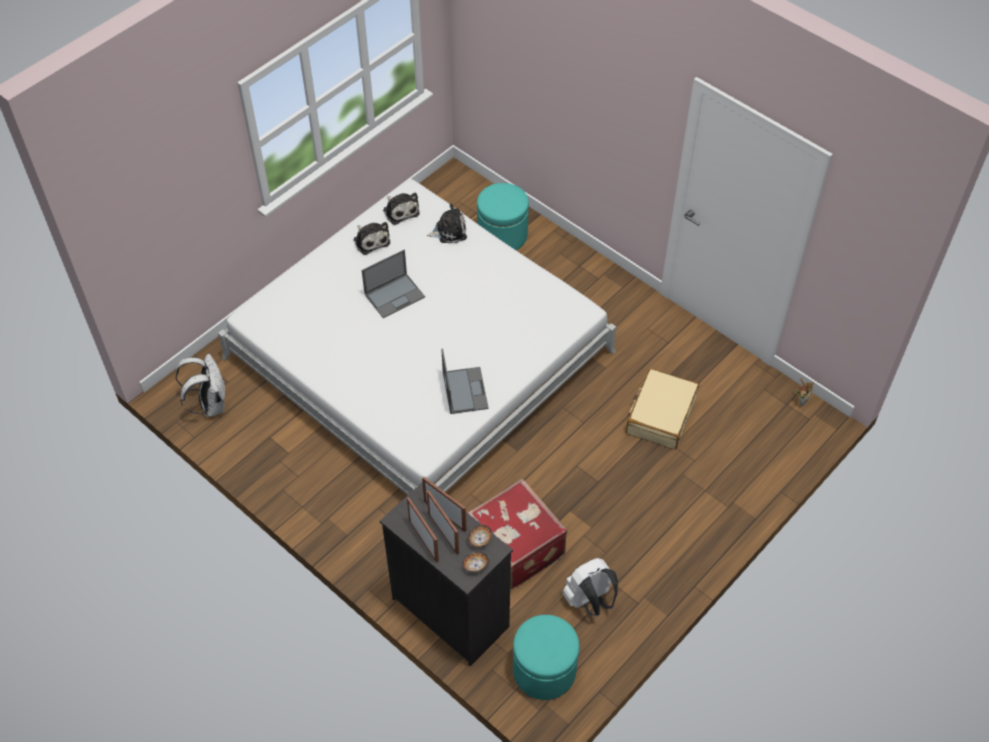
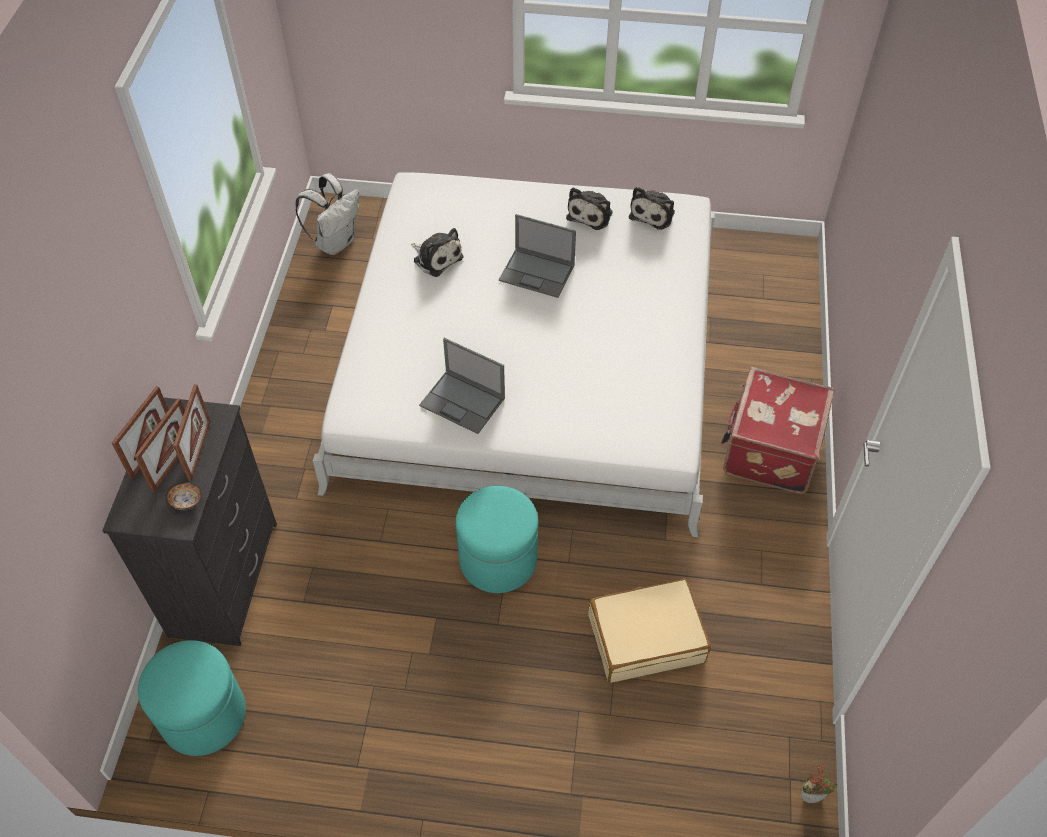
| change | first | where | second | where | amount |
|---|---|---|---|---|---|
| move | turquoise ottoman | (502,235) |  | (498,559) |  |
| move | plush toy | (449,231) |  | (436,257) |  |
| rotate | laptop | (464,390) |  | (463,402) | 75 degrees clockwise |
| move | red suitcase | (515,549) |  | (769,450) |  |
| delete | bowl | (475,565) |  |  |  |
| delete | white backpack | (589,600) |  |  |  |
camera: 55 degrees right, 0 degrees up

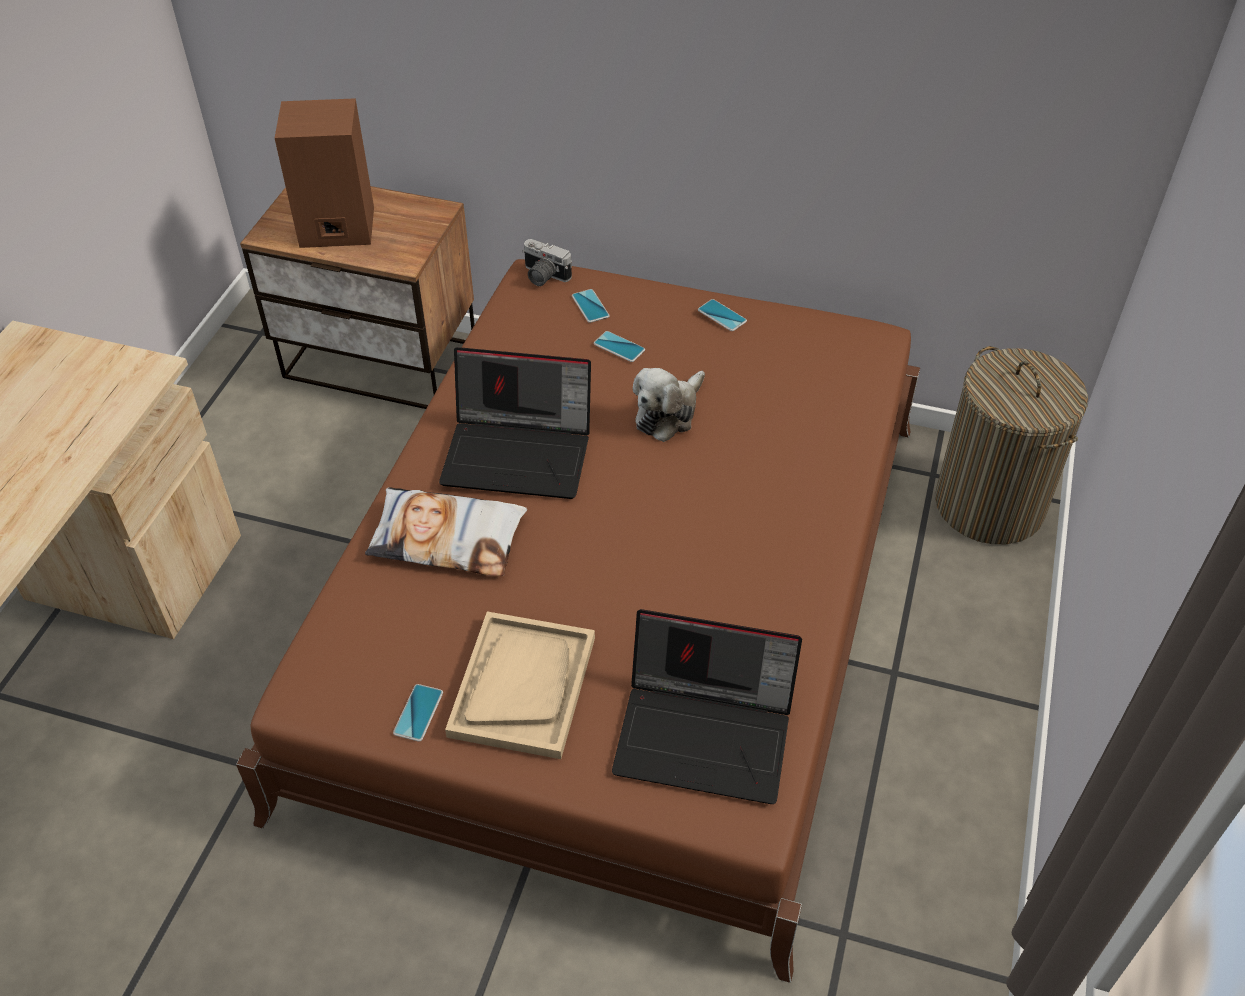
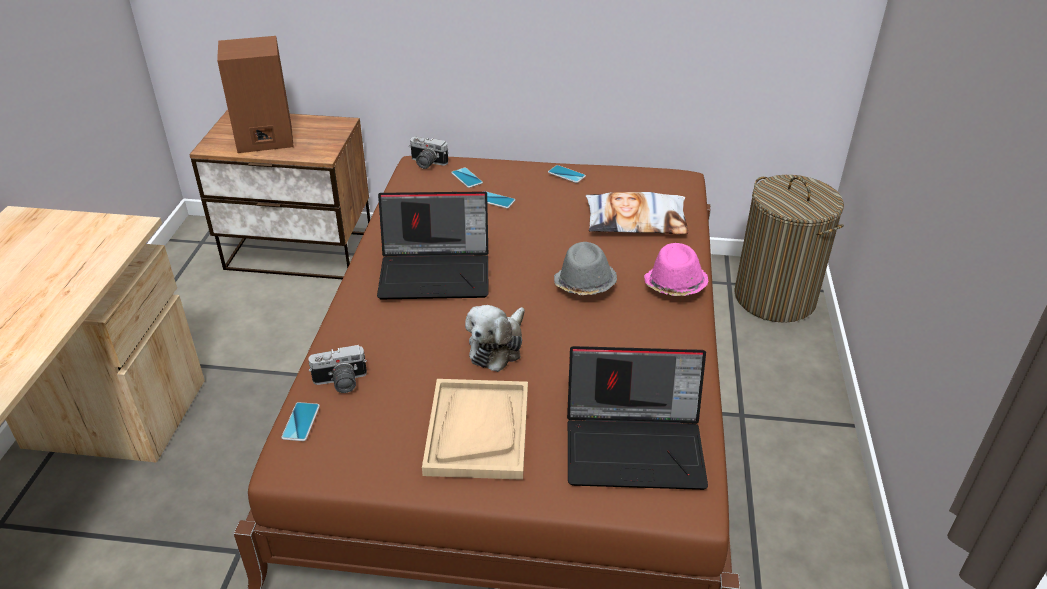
| change | first | where | second | where | amount |
|---|---|---|---|---|---|
| move | plush toy | (668,413) |  | (497,347) |  |
| move | pillow | (447,538) |  | (636,221) |  |
| move | phone | (418,713) |  | (301,422) |  |
| insert |  |  | grey hat | (584,284) |  |
| insert |  |  | pink hat | (674,285) |  |
| insert |  |  | photo camera | (340,383) |  |
camera: 10 degrees left, 10 degrees down

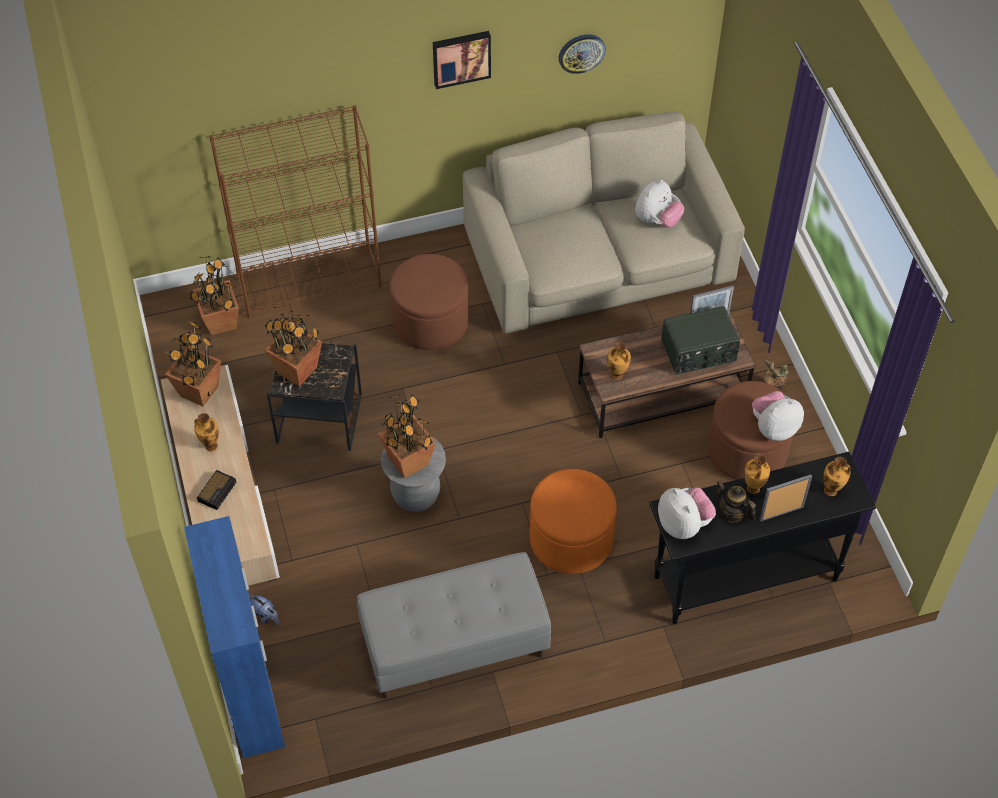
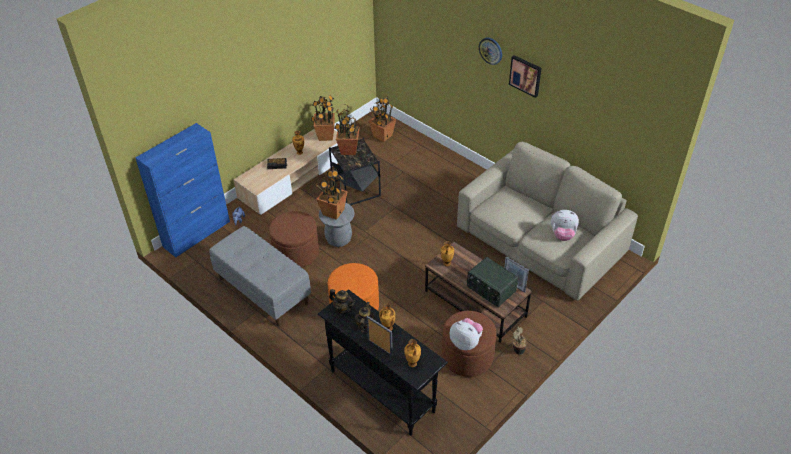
| change | first | where | second | where | amount |
|---|---|---|---|---|---|
| move | wall clock | (581,53) |  | (491,50) |  |
| delete | brown bookcase | (310,282) |  |  |  |
| move | brown ottoman | (430,321) |  | (296,253) |  |
| replace | plush toy | (684,524) | teapot | (343,308) |  |
camera: 60 degrees right, 10 degrees down

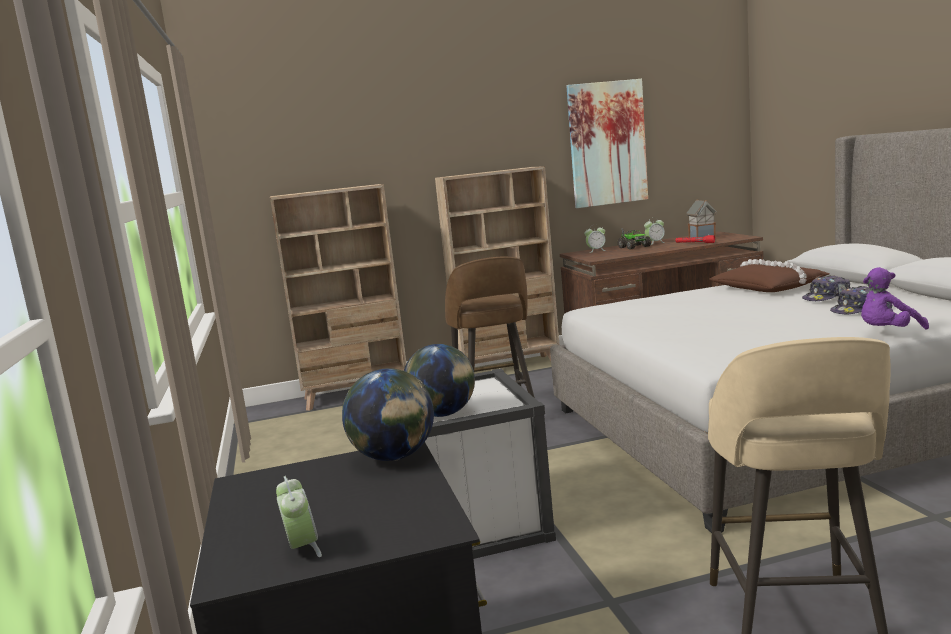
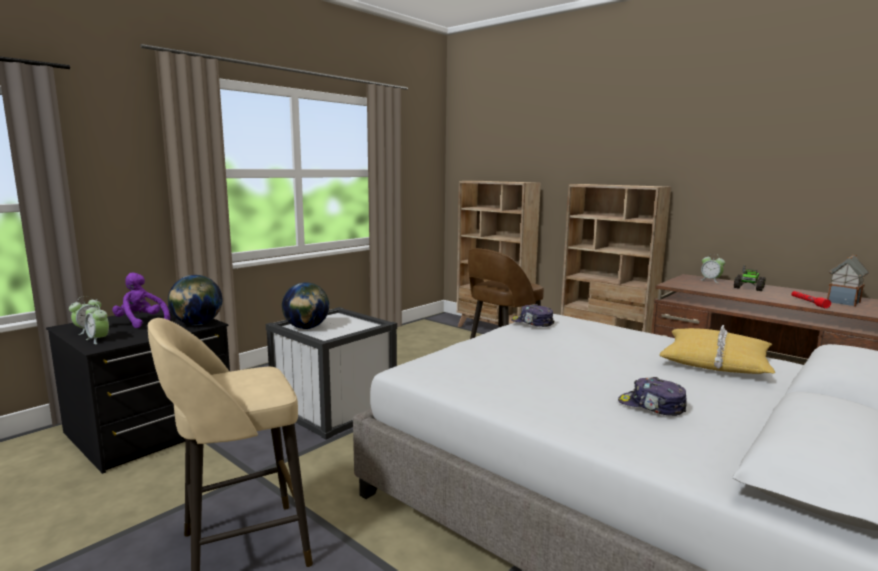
| change | first | where | second | where | amount |
|---|---|---|---|---|---|
| delete | picture | (607,143) |  |  |  |
| move | alarm clock | (655,243) |  | (98,340) |  |
| recolor | brown pillow | (769,287) | yellow pillow | (716,362) |  |
| move | purple plush toy | (887,333) |  | (141,322) |  |
| move | cap | (827,297) |  | (532,323) |  |
camera: 55 degrees right, 0 degrees up

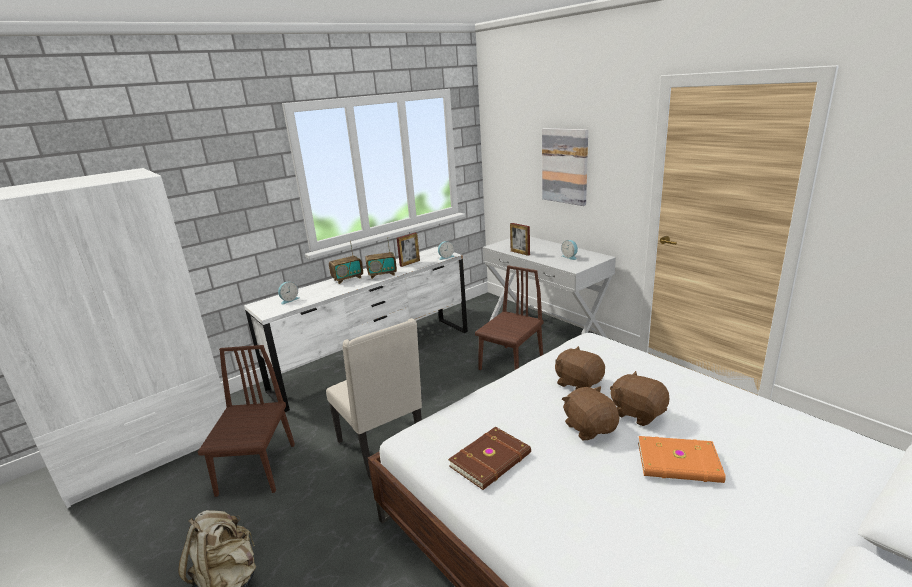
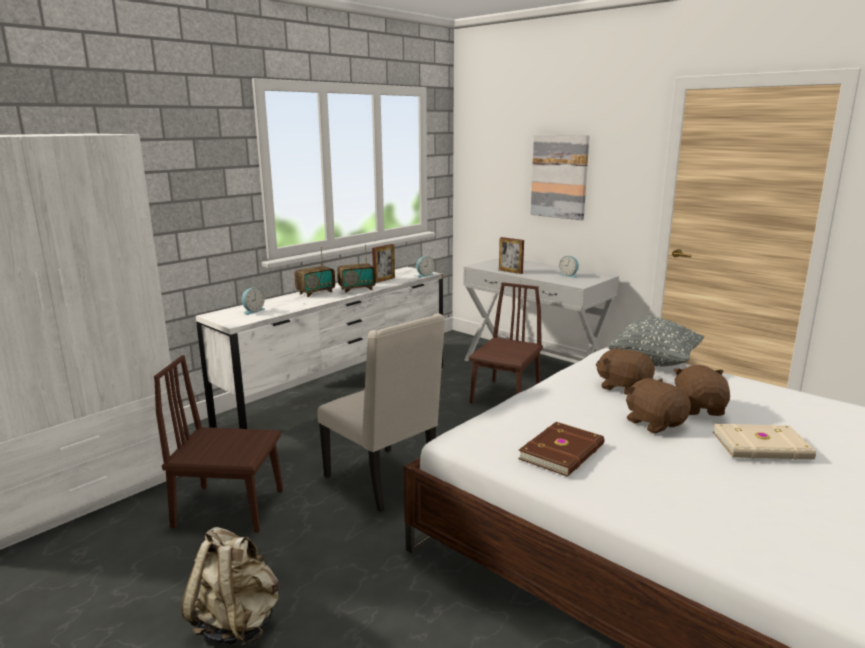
| change | first | where | second | where | amount |
|---|---|---|---|---|---|
| rotate | brown chair | (257,469) |  | (229,508) | 75 degrees counterclockwise |
| rotate | brown plush toy | (637,413) |  | (699,408) | 60 degrees clockwise |
| recolor | orange book | (679,463) | beige book | (762,447) |  |
| insert |  |  | grey pillow | (654,362) |  |
camera: 10 degrees left, 5 degrees down

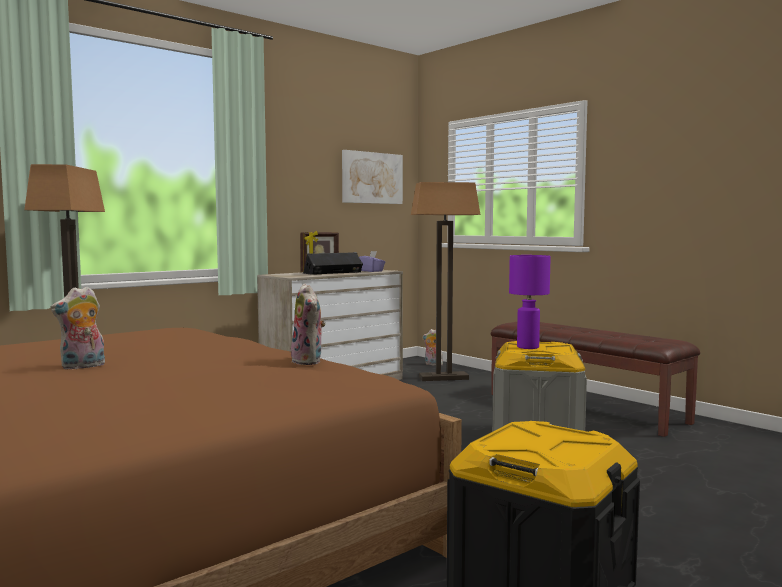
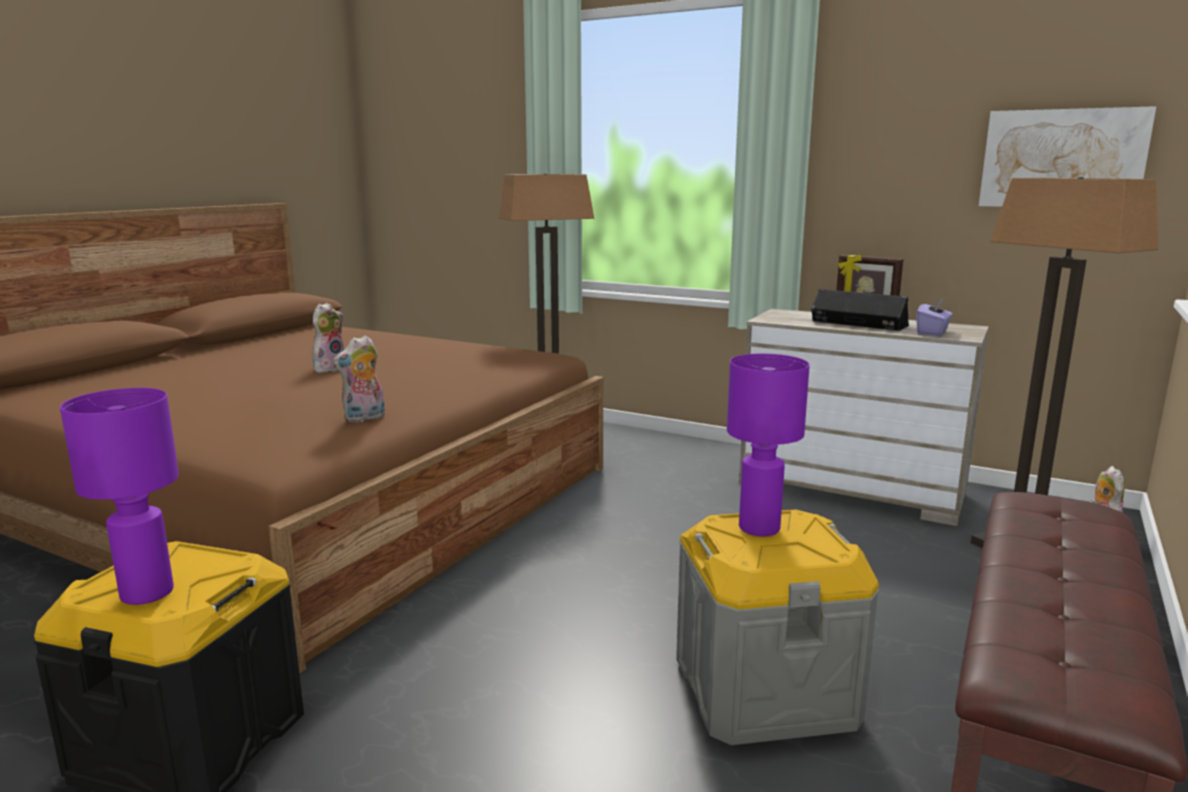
| change | first | where | second | where | amount |
|---|---|---|---|---|---|
| rotate | plush toy | (82,367) |  | (329,368) | 90 degrees clockwise |
| insert |  |  | purple table lamp | (145,594) |  |
camera: 70 degrees right, 10 degrees up

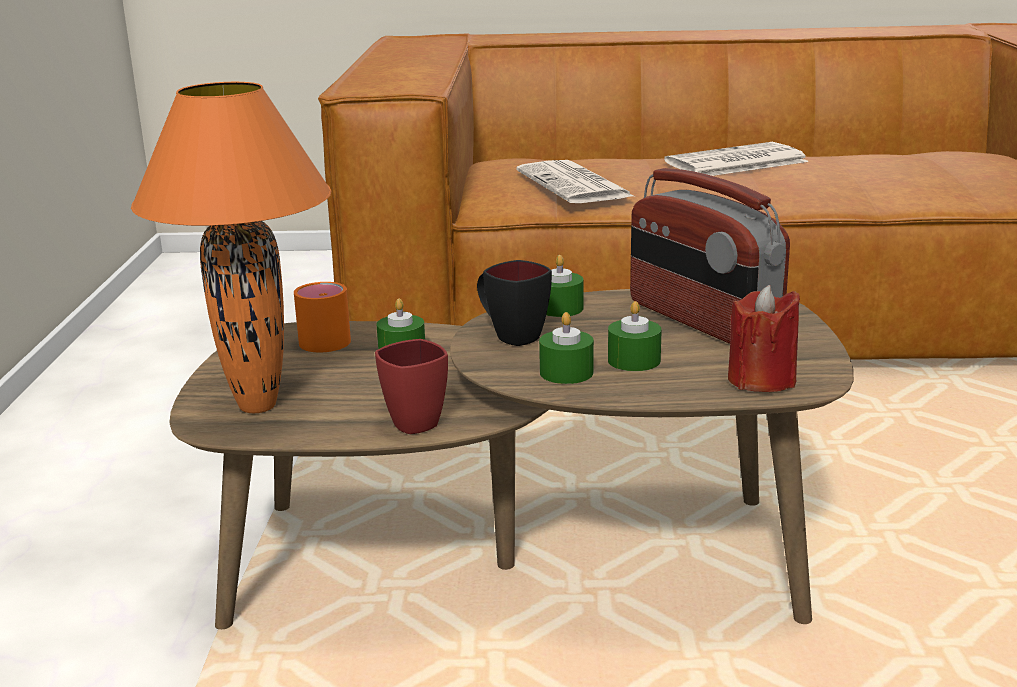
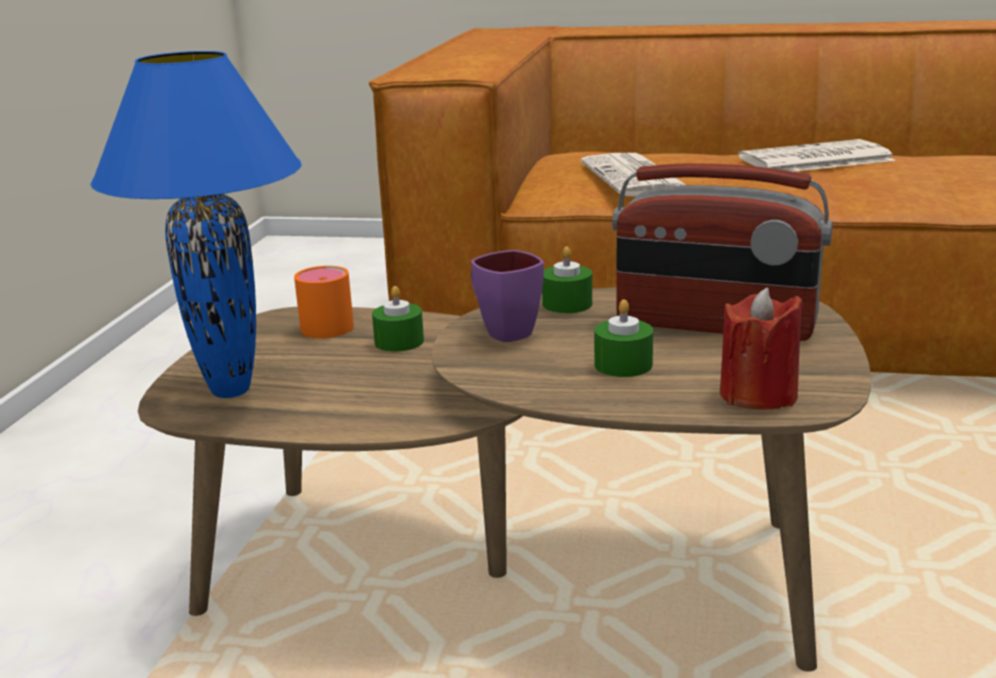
| change | first | where | second | where | amount |
|---|---|---|---|---|---|
| recolor | orange table lamp | (256,405) | blue table lamp | (230,390) |  |
| rotate | radio | (701,321) |  | (714,325) | 45 degrees counterclockwise |
| recolor | black mug | (510,335) | purple mug | (502,331) |  |
| delete | green candle | (566,372) |  |  |  |
| delete | red mug | (409,420) |  |  |  |
camera: 10 degrees right, 0 degrees up

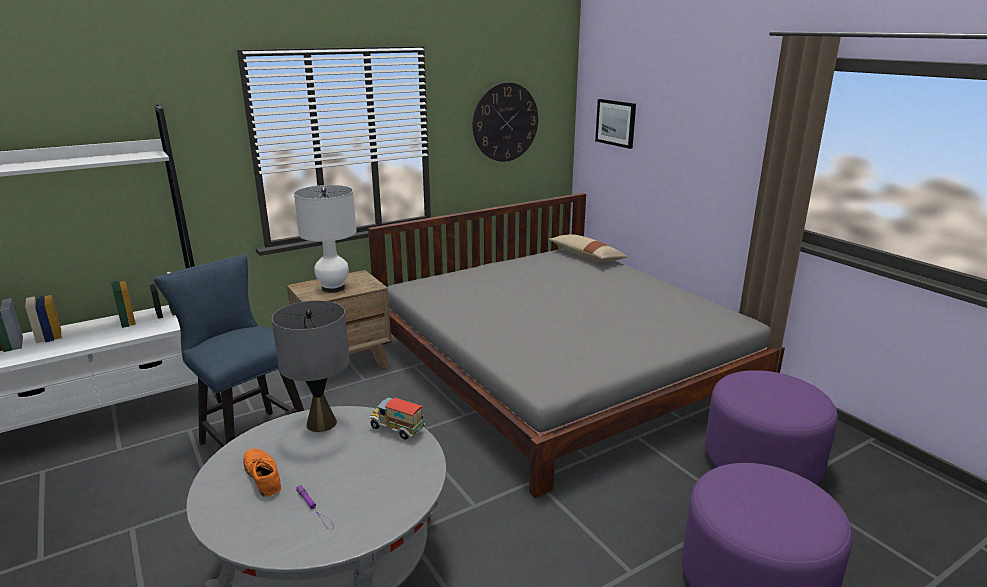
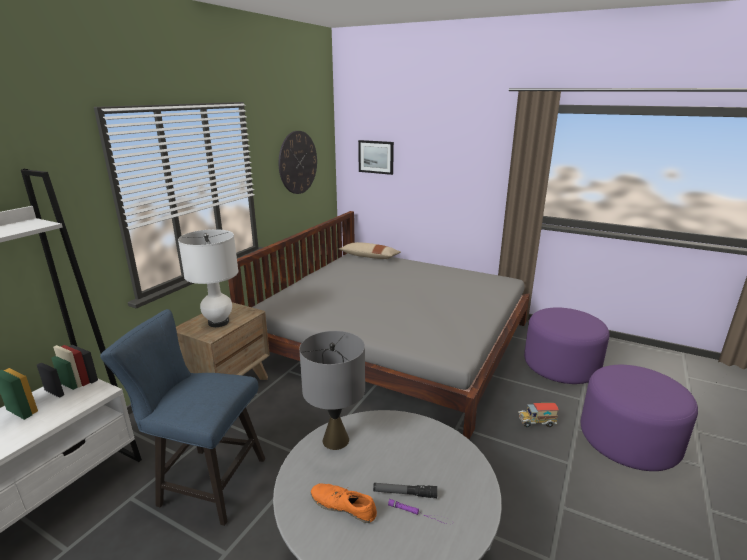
| change | first | where | second | where | amount |
|---|---|---|---|---|---|
| move | toy truck | (397,429) |  | (536,422) |  |
| insert |  |  | flashlight | (404,493) |  |
camera: 30 degrees left, 0 degrees up

